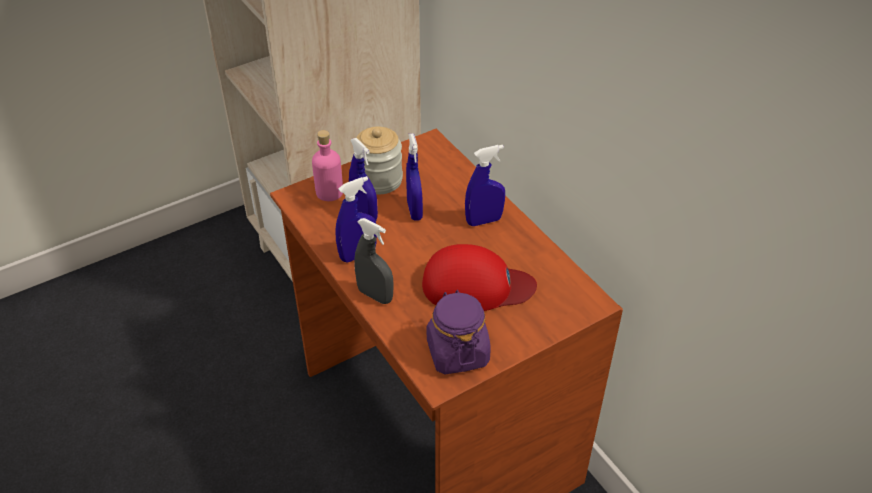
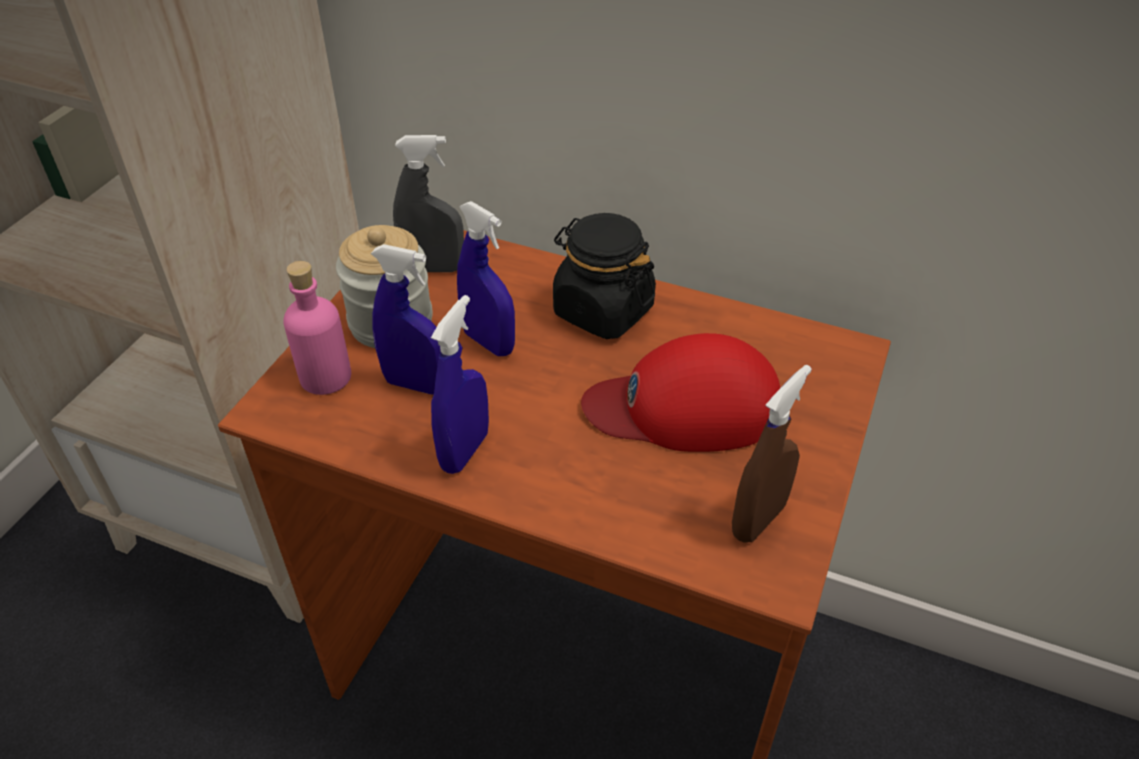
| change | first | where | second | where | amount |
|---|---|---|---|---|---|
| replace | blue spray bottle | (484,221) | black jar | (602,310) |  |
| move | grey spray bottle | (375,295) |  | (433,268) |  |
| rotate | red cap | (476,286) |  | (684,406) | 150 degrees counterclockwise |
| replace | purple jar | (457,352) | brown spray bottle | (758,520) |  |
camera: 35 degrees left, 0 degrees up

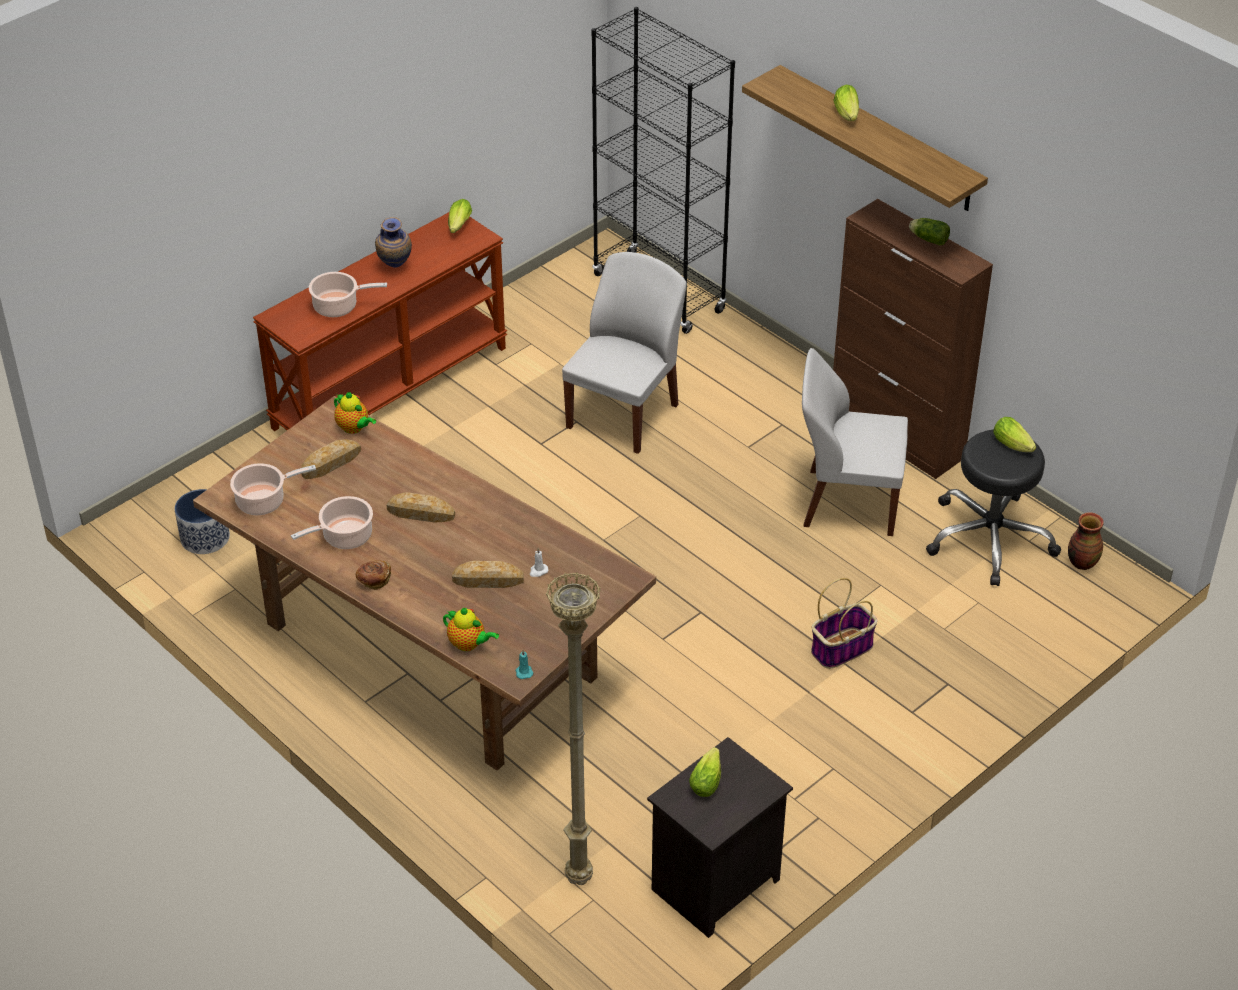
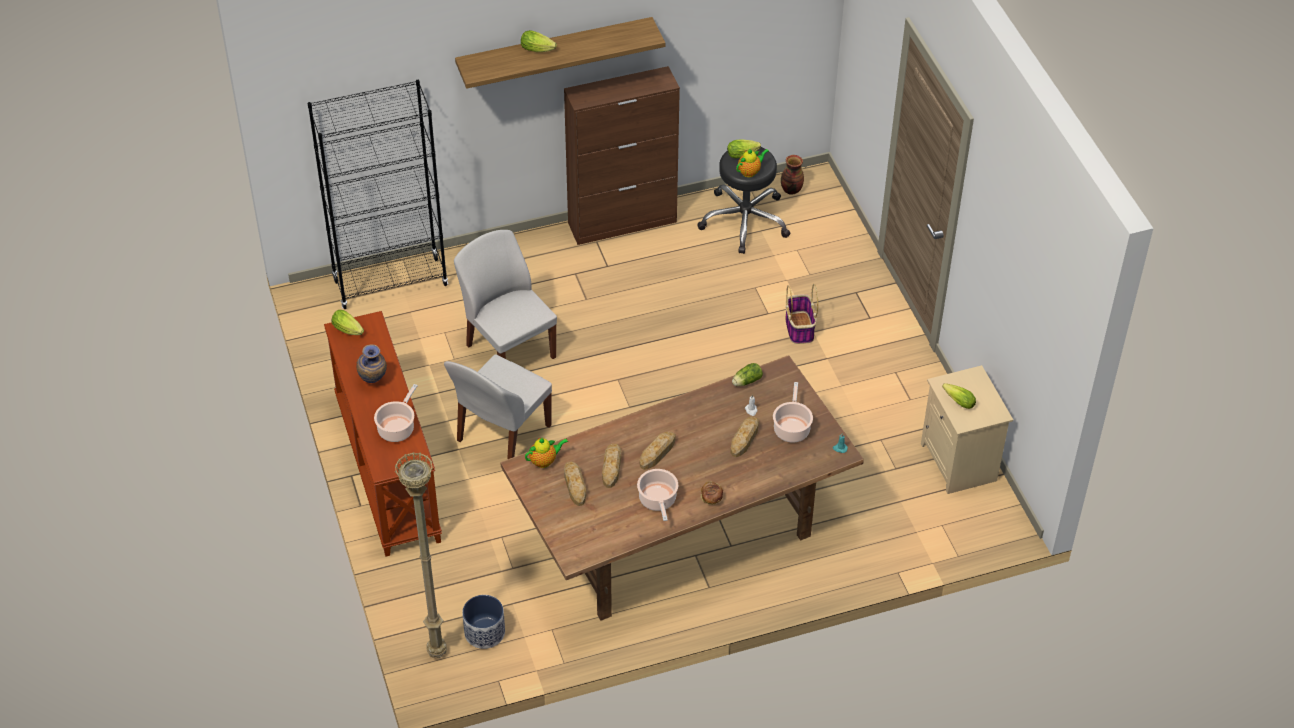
| change | first | where | second | where | amount |
|---|---|---|---|---|---|
| move | lettuce | (927,239) |  | (746,381) |  |
| move | white chair | (847,502) |  | (502,435) |  |
| move | cooking pot | (264,501) |  | (791,428) |  |
| move | beige floor lamp | (578,877) |  | (435,653) |  |
| move | teapot | (469,644) |  | (750,172) |  |
| recolor | black nightstand | (716,887) | beige nightstand | (960,463) |  |
| insert |  |  | bread | (611,467) |  |
camera: 65 degrees left, 5 degrees up

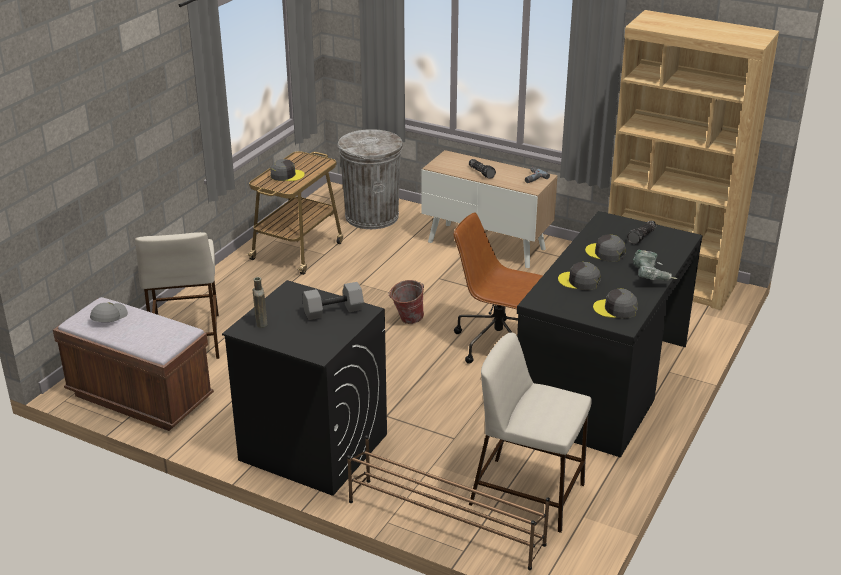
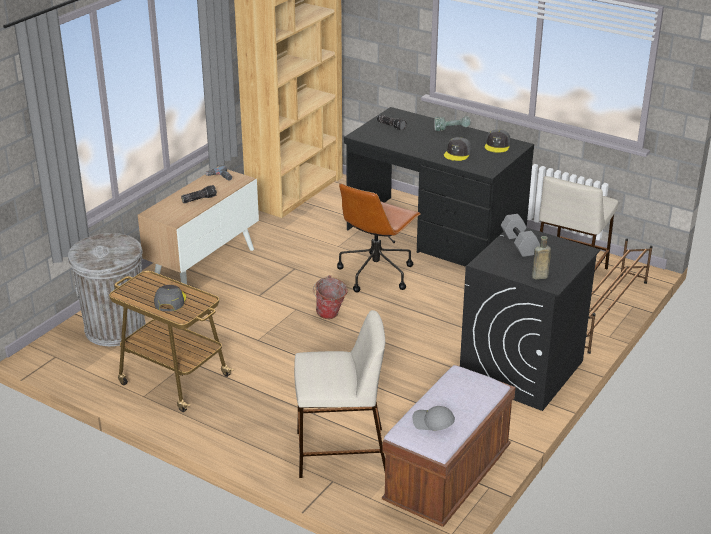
| change | first | where | second | where | amount |
|---|---|---|---|---|---|
| delete | grey cap | (605,253) |  |  |  |
camera: 85 degrees left, 0 degrees up

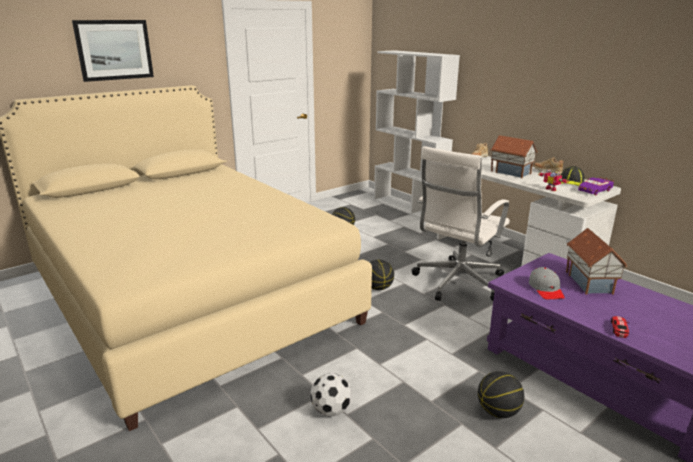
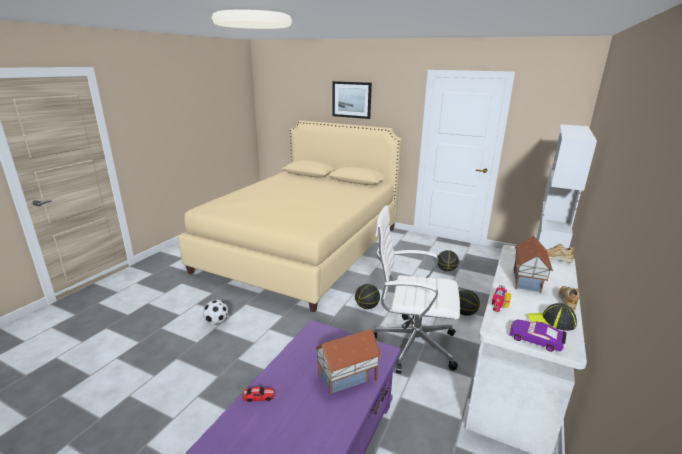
| change | first | where | second | where | amount |
|---|---|---|---|---|---|
| delete | grey cap | (546,289) |  |  |  |
| move | basketball | (498,412) |  | (464,313) |  |
camera: 65 degrees right, 0 degrees up

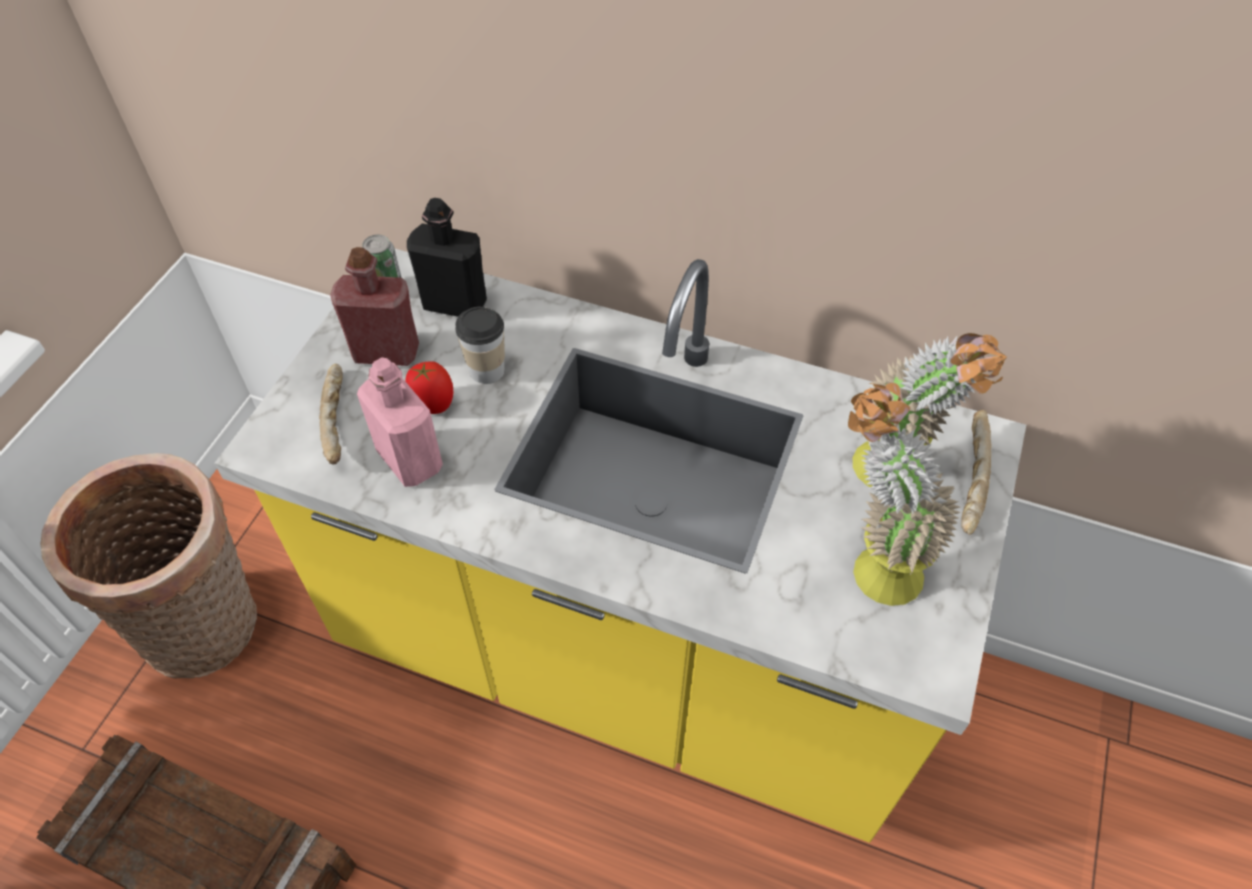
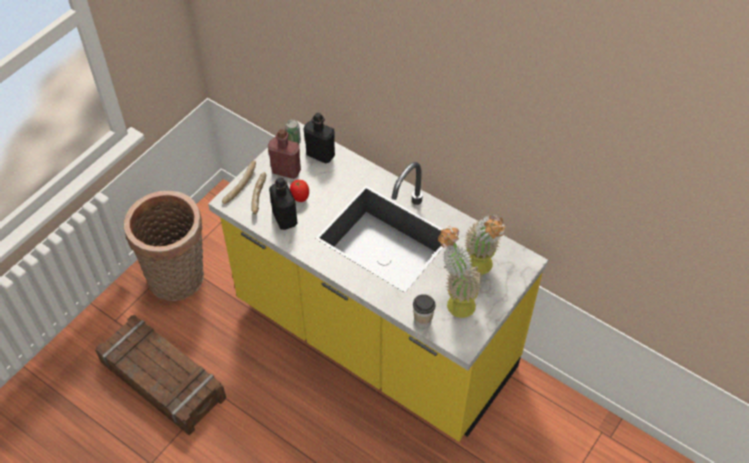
| change | first | where | second | where | amount |
|---|---|---|---|---|---|
| move | cup | (487,370) |  | (422,321) |  |
| recolor | pink bottle | (410,460) | black bottle | (285,218) |  |
| move | bread | (970,479) |  | (239,186) |  |
camera: 15 degrees right, 0 degrees up

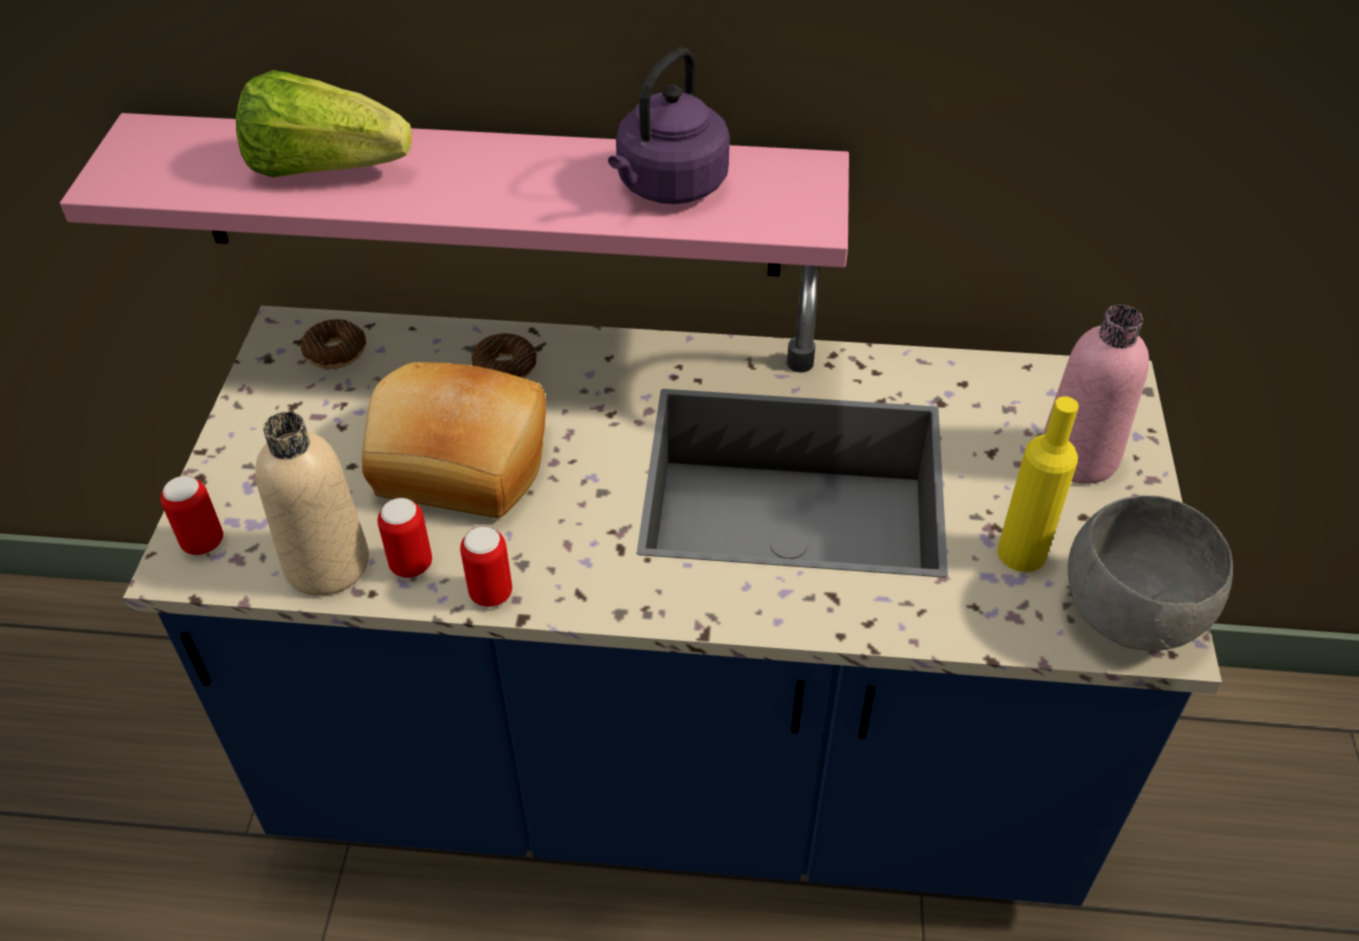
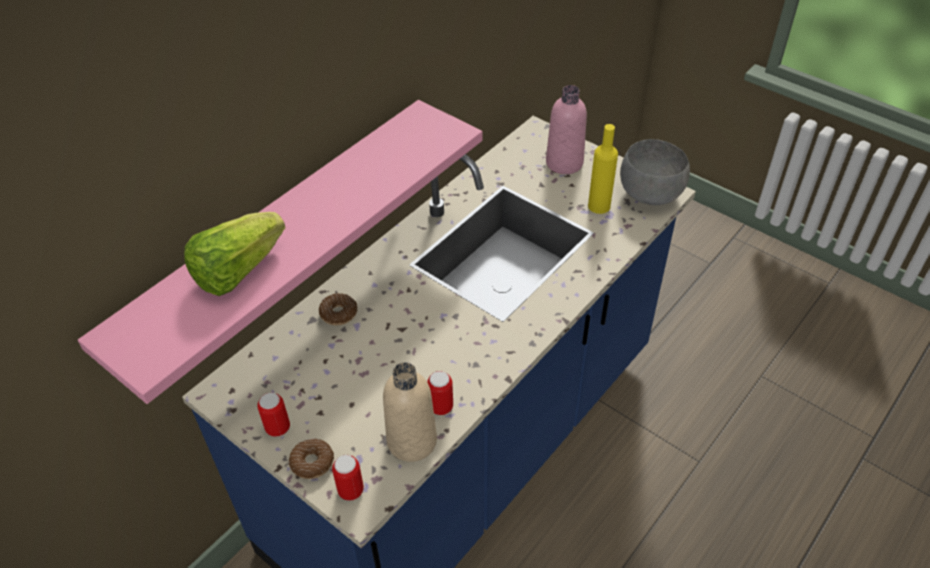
| change | first | where | second | where | amount |
|---|---|---|---|---|---|
| delete | purple kettle | (668,187) |  |  |  |
| move | donut | (335,352) |  | (312,462) |  |
| delete | bread | (459,465) |  |  |  |
| move | can | (491,593) |  | (278,428) |  |
camera: 55 degrees left, 0 degrees up

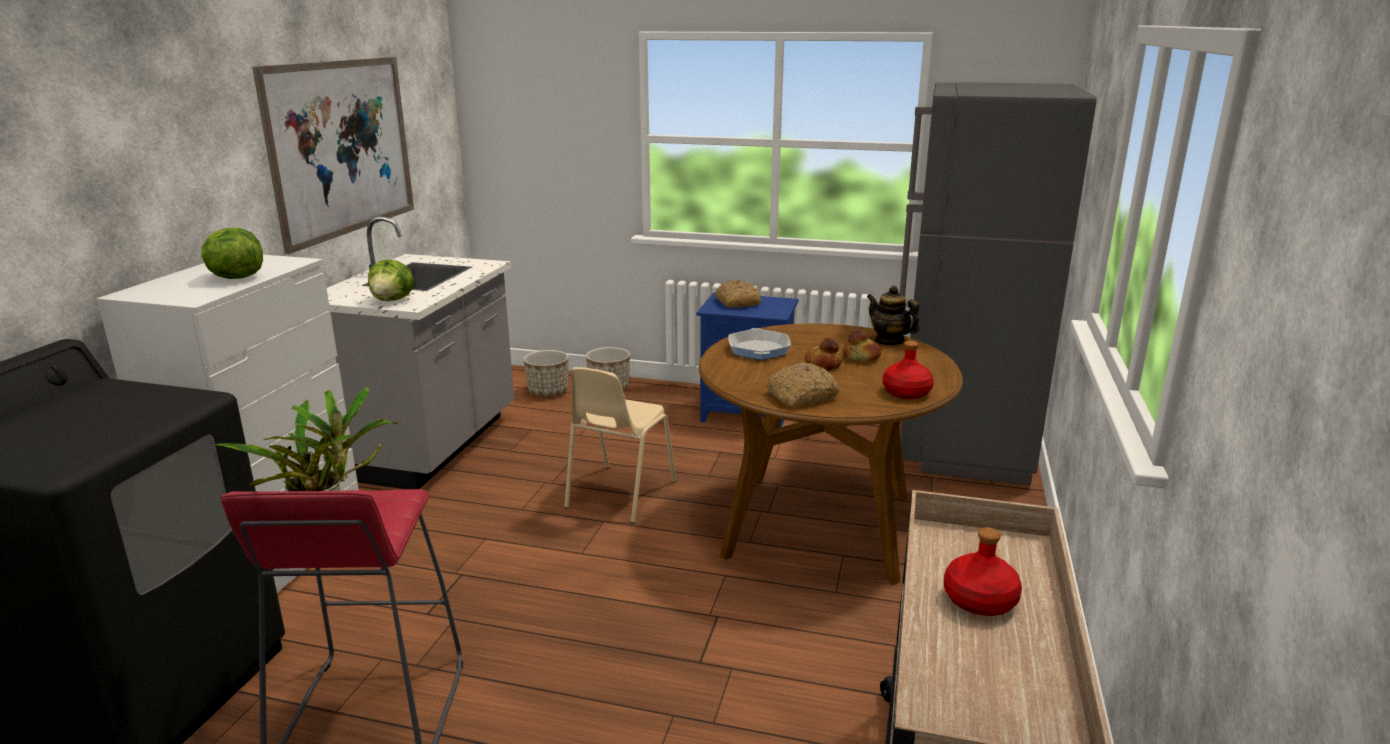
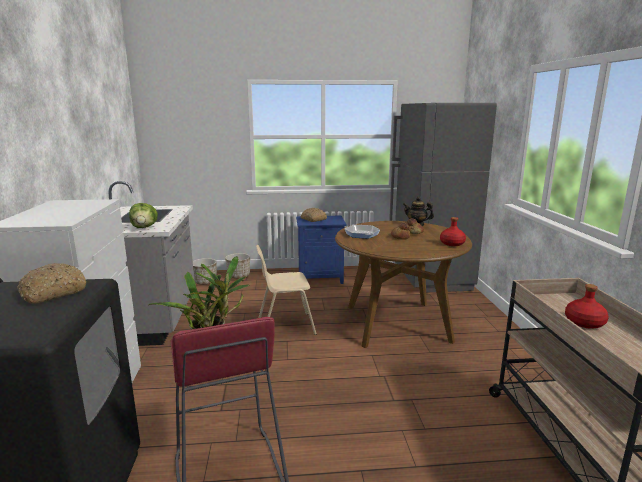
| change | first | where | second | where | amount |
|---|---|---|---|---|---|
| delete | picture | (342,148) |  |  |  |
| delete | lettuce | (235,278) |  |  |  |
| move | bread | (801,396) |  | (53,293) |  |
| rotate | beige chair | (619,494) |  | (285,326) | 75 degrees clockwise |
camera: 20 degrees left, 5 degrees down

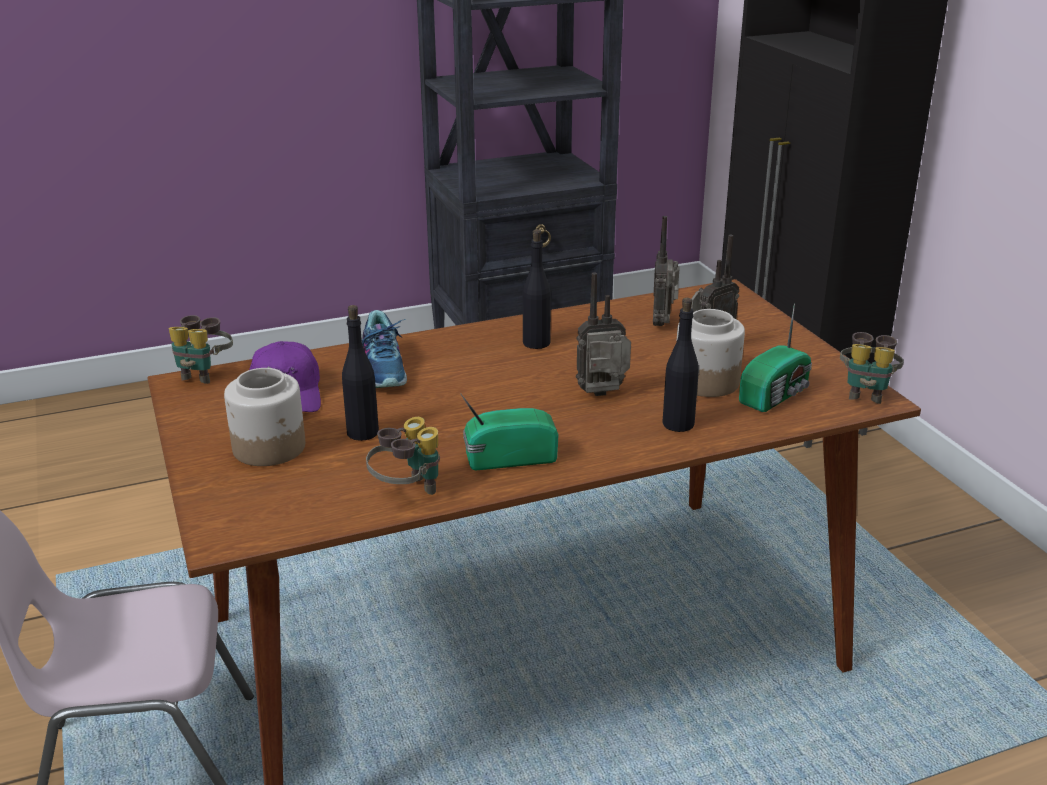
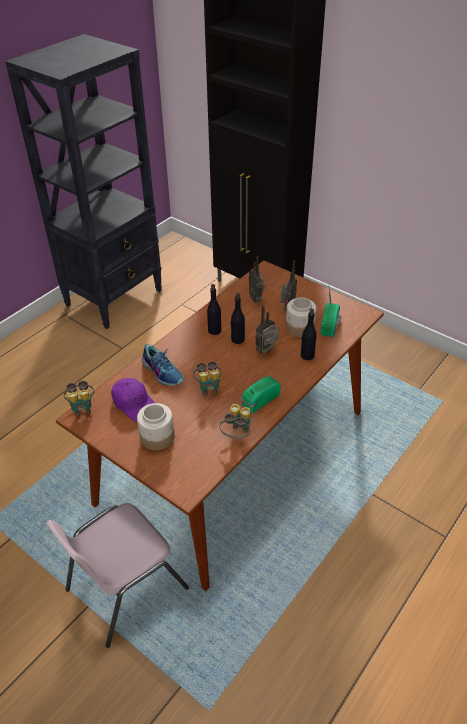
| change | first | where | second | where | amount |
|---|---|---|---|---|---|
| move | black bottle | (362,432) |  | (237,339) |  |
| move | binoculars | (865,393) |  | (208,387) |  |
camera: 30 degrees left, 15 degrees up

